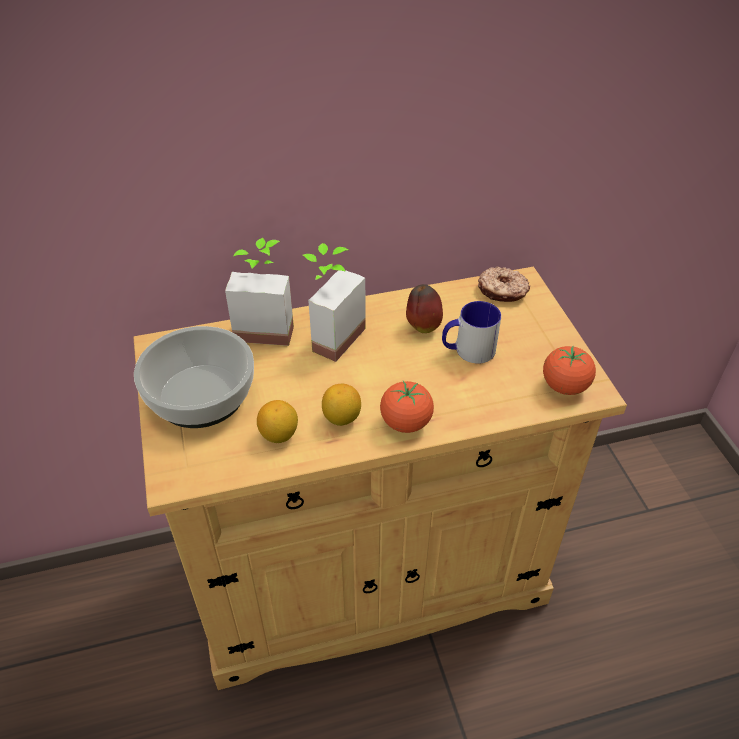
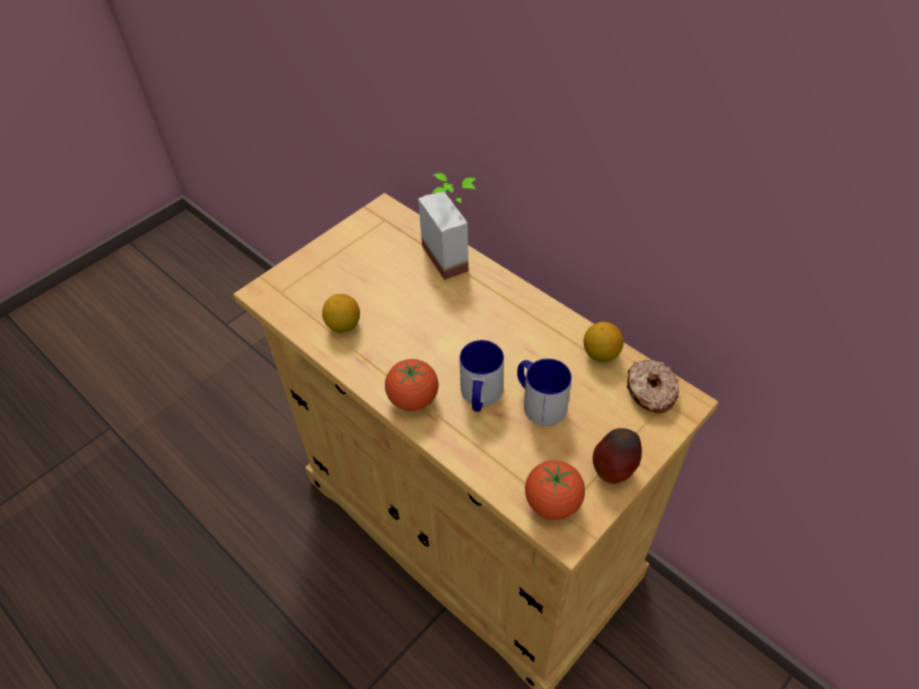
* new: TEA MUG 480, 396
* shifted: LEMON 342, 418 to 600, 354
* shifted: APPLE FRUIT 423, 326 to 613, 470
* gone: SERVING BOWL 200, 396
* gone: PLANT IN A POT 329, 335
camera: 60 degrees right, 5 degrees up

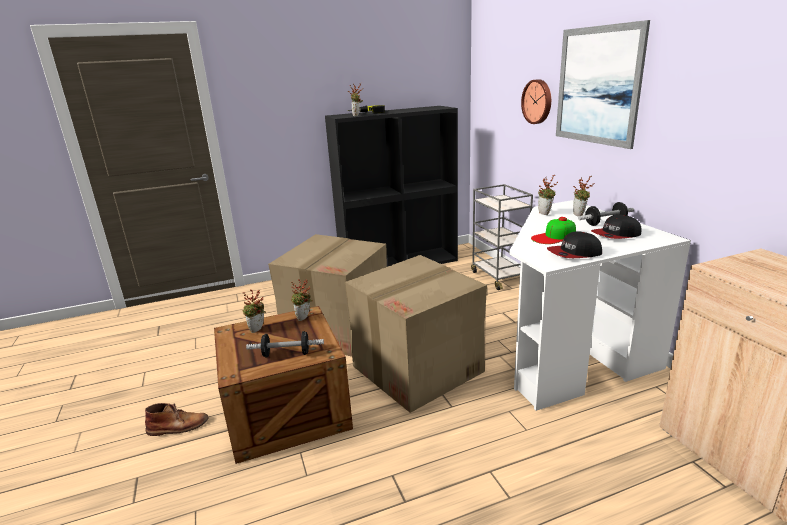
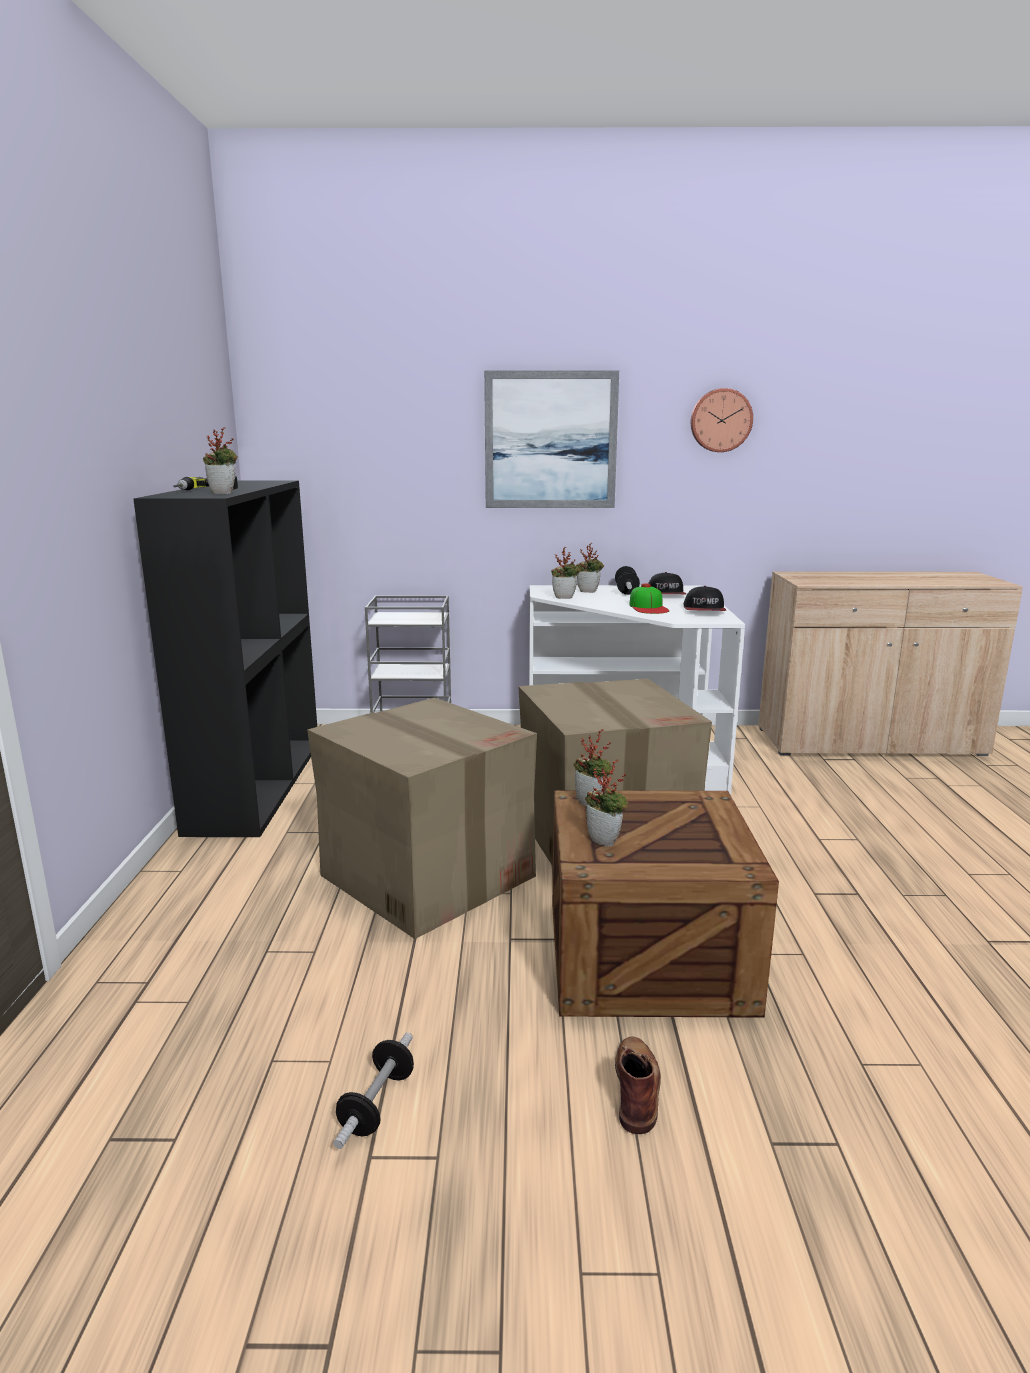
* shifted: HAND WEIGHT 286, 354 to 377, 1104
* shifted: HANGING CLOCK 538, 101 to 720, 420
camera: 70 degrees left, 5 degrees down

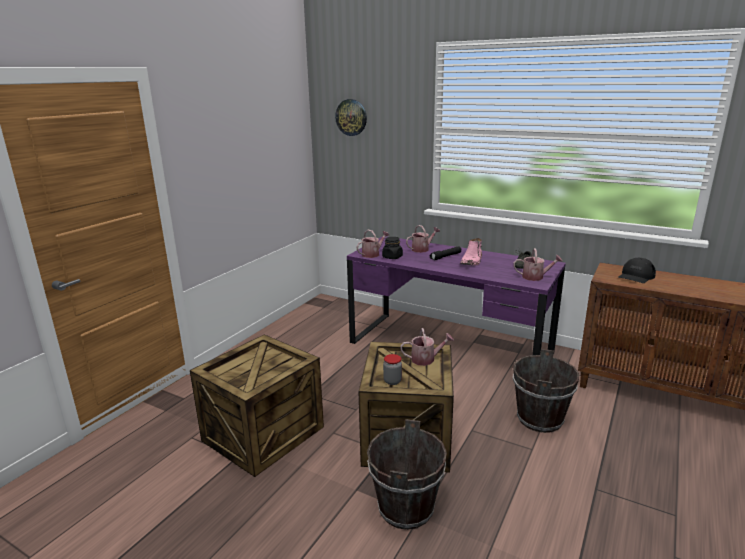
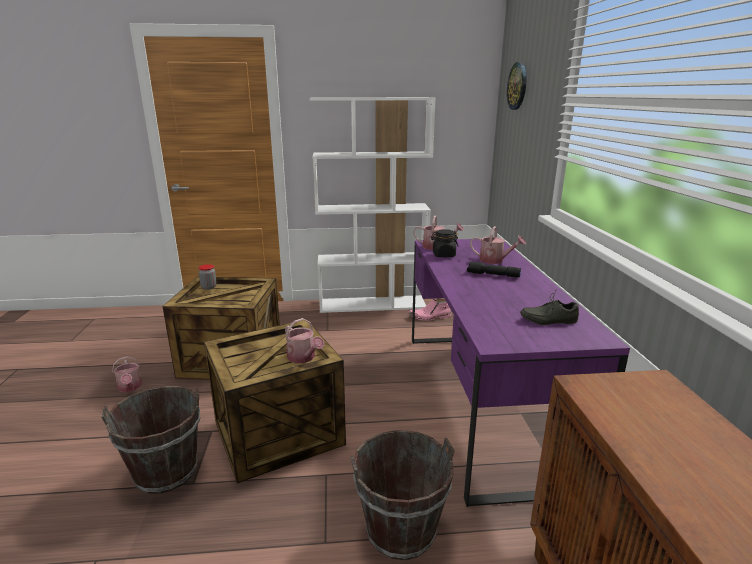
* shifted: SPRINKLING CAN 535, 277 to 130, 387
* shifted: STORAGE JAR 392, 381 to 209, 287
* new: WHITE-COLOURED BOOKSHELF 373, 304
* shifted: PINKISH BOOT 472, 261 to 429, 317
* gone: BLACK BASEBALL CAP 636, 276
camera: 55 degrees right, 0 degrees up

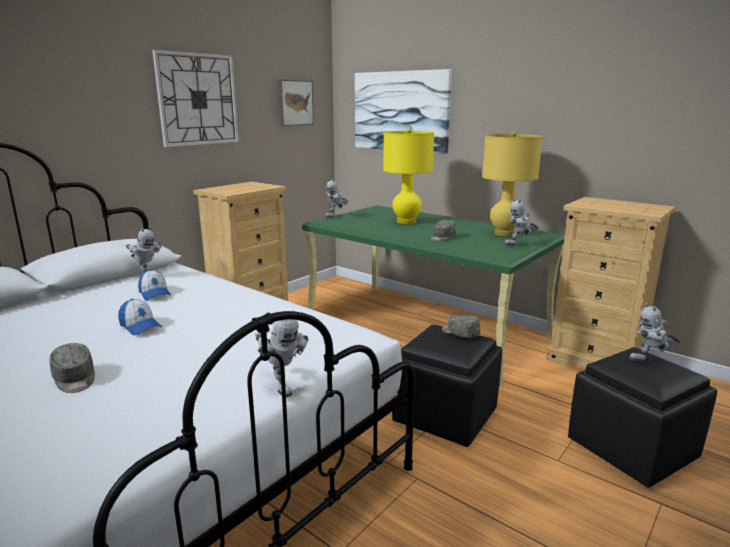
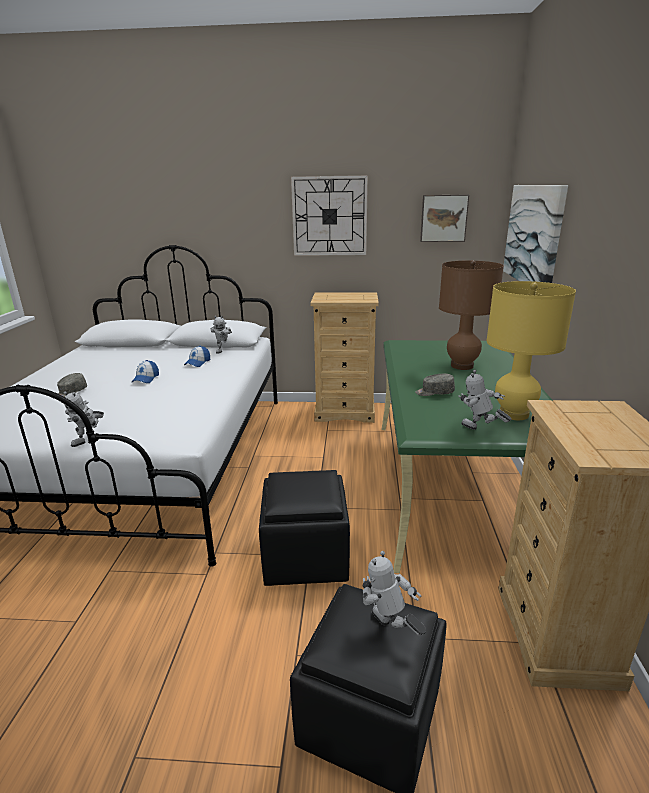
* repainted: YELLOW-COLOURED TABLETOP LAMP 406, 222 to BROWN TABLETOP LAMP 461, 366
* gone: ROBOT FIGURE 336, 216
* gone: GRAY BASEBALL CAP 460, 333
camera: 55 degrees right, 5 degrees up

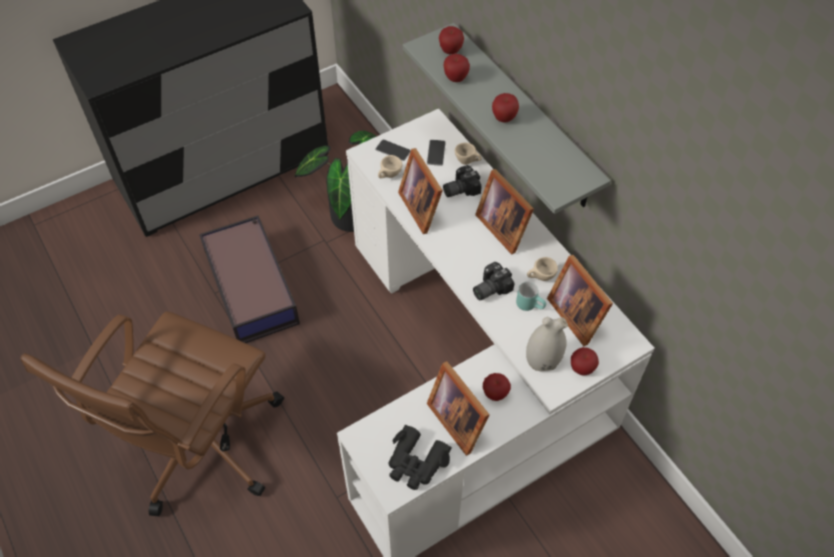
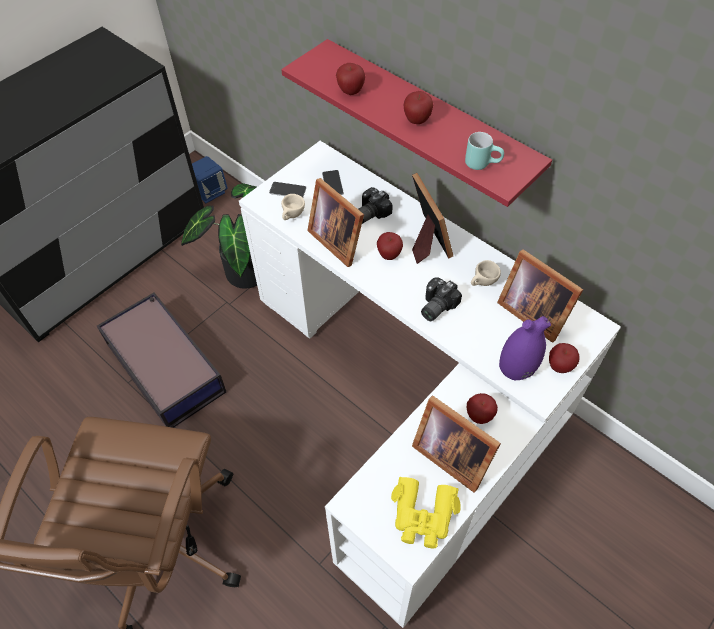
* new: BLUE LOUDSPEAKER 210, 192
* repainted: GRAY SHELF 523, 117 to RED-COLOURED SHELF 428, 120
* shifted: APPLE FRUIT 450, 51 to 389, 255
* repainted: BLACK PAIR OF BINOCULARS 416, 462 to YELLOW-COLOURED PAIR OF BINOCULARS 423, 516
* rotated: STANDING FRAME 503, 226 = 426, 241 150 degrees counterclockwise
* shifted: TURQUOISE TEA MUG 530, 305 to 482, 163
* repainted: WHITE-COLOURED VASE 543, 360 to PURPLE VASE 517, 367
* gone: BEIGE SMALL CUP 467, 161
camera: 15 degrees left, 0 degrees up

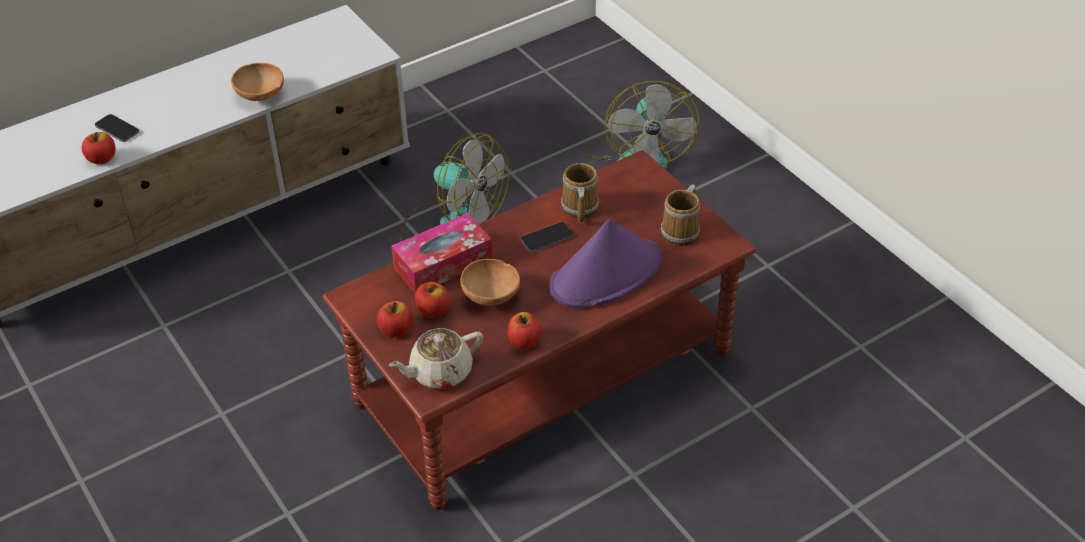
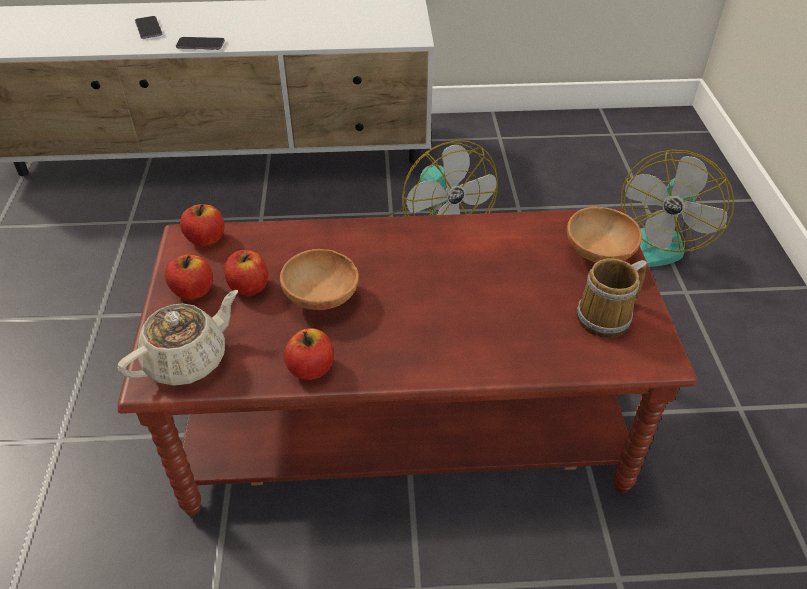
* rotated: BEIGE POT FOR TEA 439, 372 = 188, 360 135 degrees clockwise
* shifted: TELEPHONE 547, 238 to 200, 45
* shifted: APPLE FRUIT 102, 159 to 205, 239
* shifted: BROWN SERVING BOWL 260, 96 to 598, 255
* gone: BOX OF TISSUES 443, 264
* gone: PURPLE CLOTHING HAT 606, 274
* gone: TEA MUG 578, 208
camera: 30 degrees right, 0 degrees up

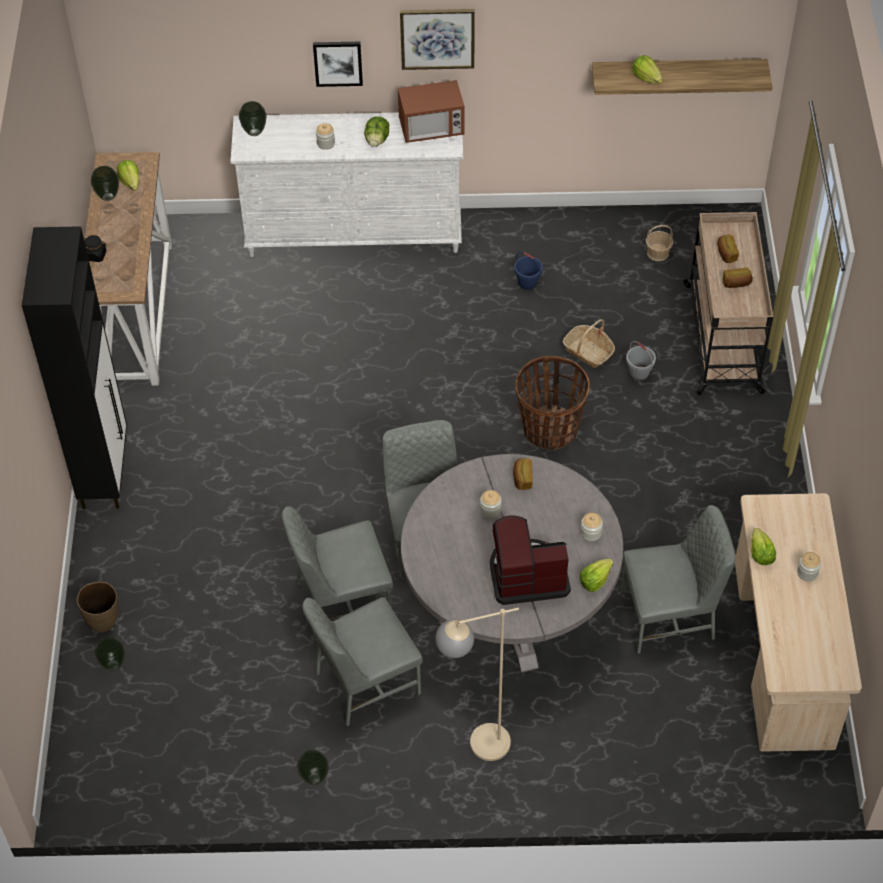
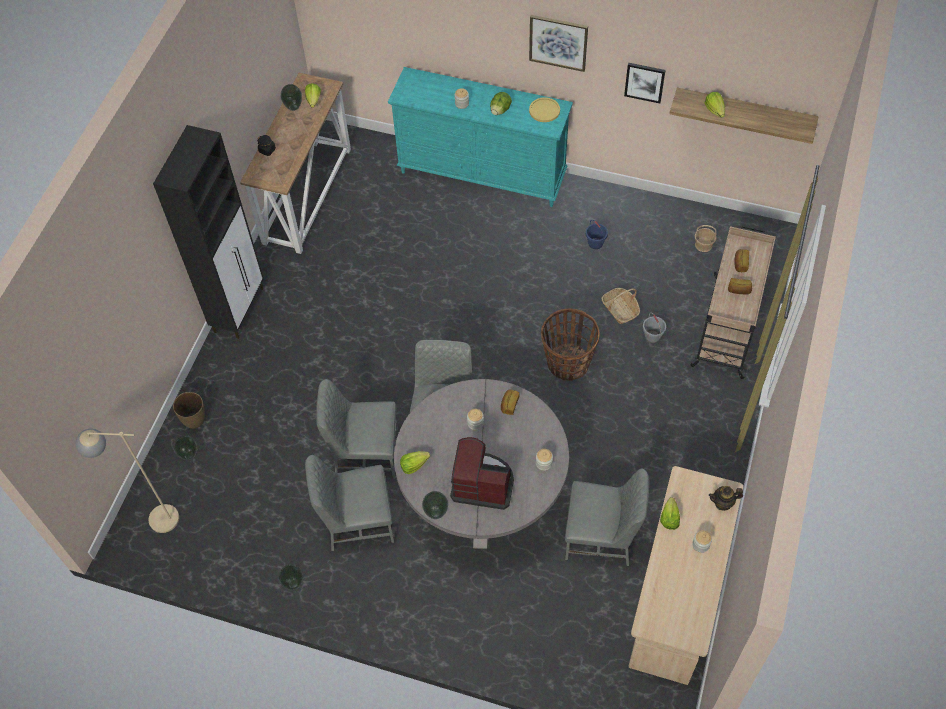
* shifted: BEIGE STANDING LAMP 475, 746 to 153, 518
* repainted: WHITE-COLOURED CHEST OF DRAWERS 354, 234 to TURQUOISE CHEST OF DRAWERS 482, 174
* shifted: HEAD OF LETTUCE 595, 580 to 414, 465
* shifted: VASE 254, 132 to 435, 513
* swapped: MICROWAVE OVEN 431, 128 to YELLOW-COLOURED DINNER PLATE 544, 110
* shifted: WALL PICTURE 338, 63 to 644, 82
* new: POT FOR TEA 723, 503
camera: 20 degrees right, 5 degrees up

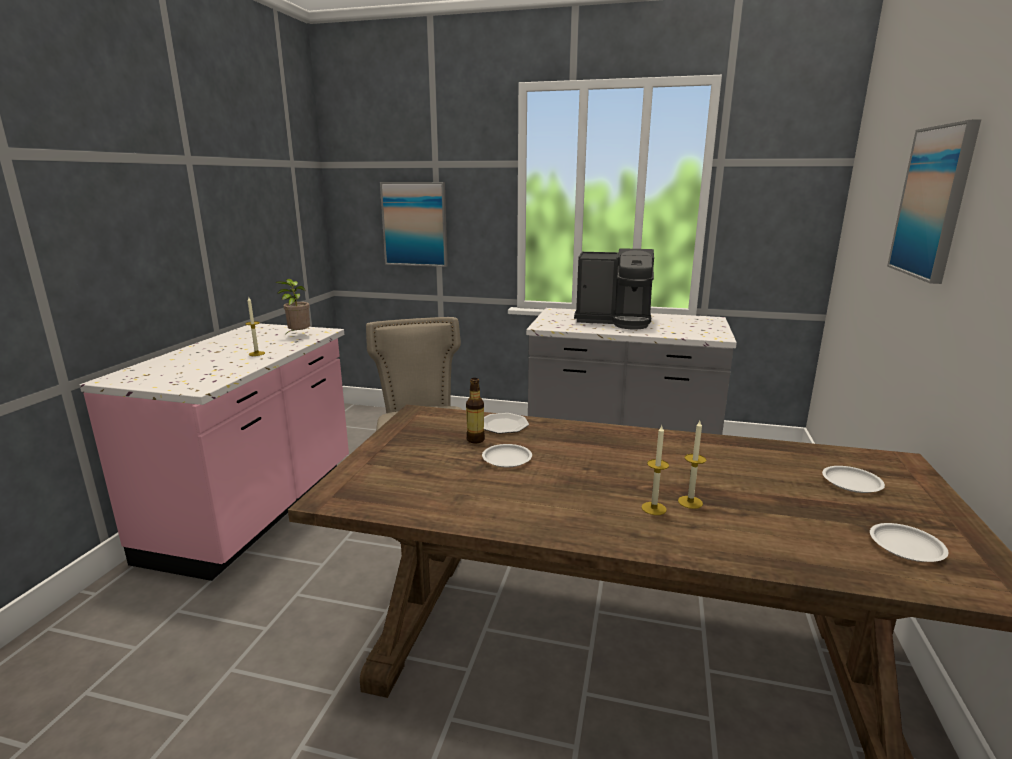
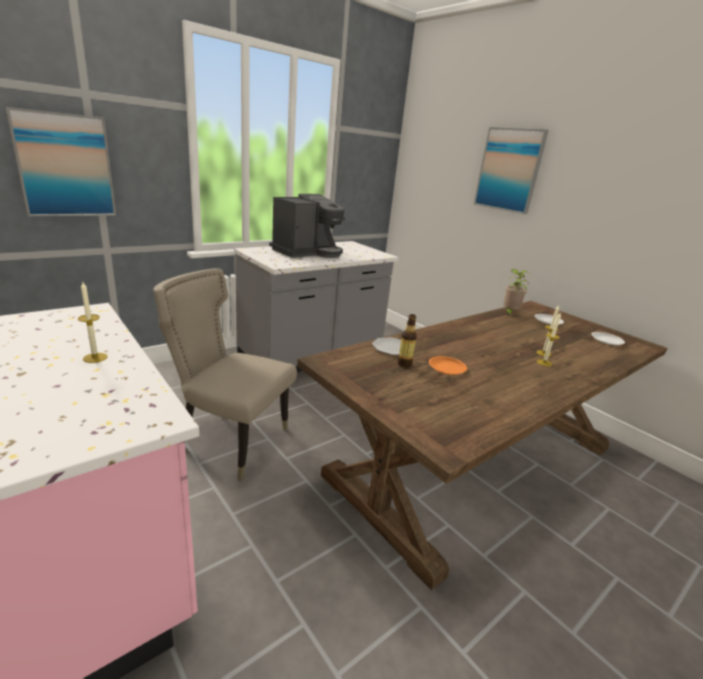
* repainted: WHITE-COLOURED DINNER PLATE 507, 459 to ORANGE-COLOURED DINNER PLATE 447, 368
* shifted: PLANT IN A POT 298, 336 to 509, 313
camera: 55 degrees left, 5 degrees up

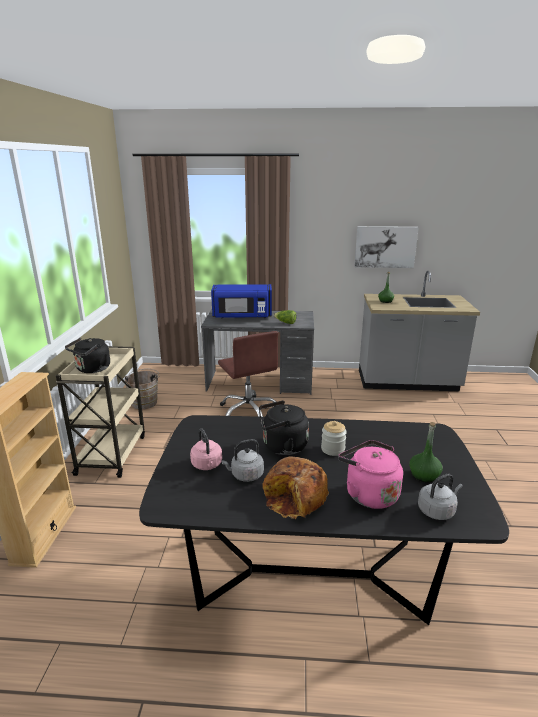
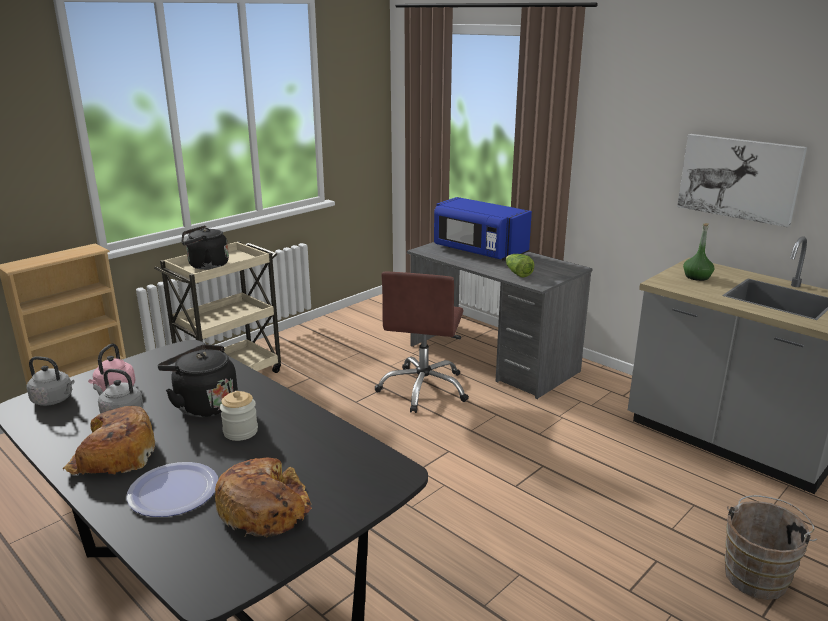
* shifted: GRAY WATER KETTLE 437, 510 to 54, 400
* swapped: PINKISH WATER KETTLE 368, 493 to DINNER PLATE 174, 491
* swapped: GREEN BEVERAGE BOTTLE 424, 475 to BAKERY BREAD 265, 508
* shifted: BROWN BUCKET 145, 402 to 757, 575
camera: 40 degrees right, 0 degrees up

